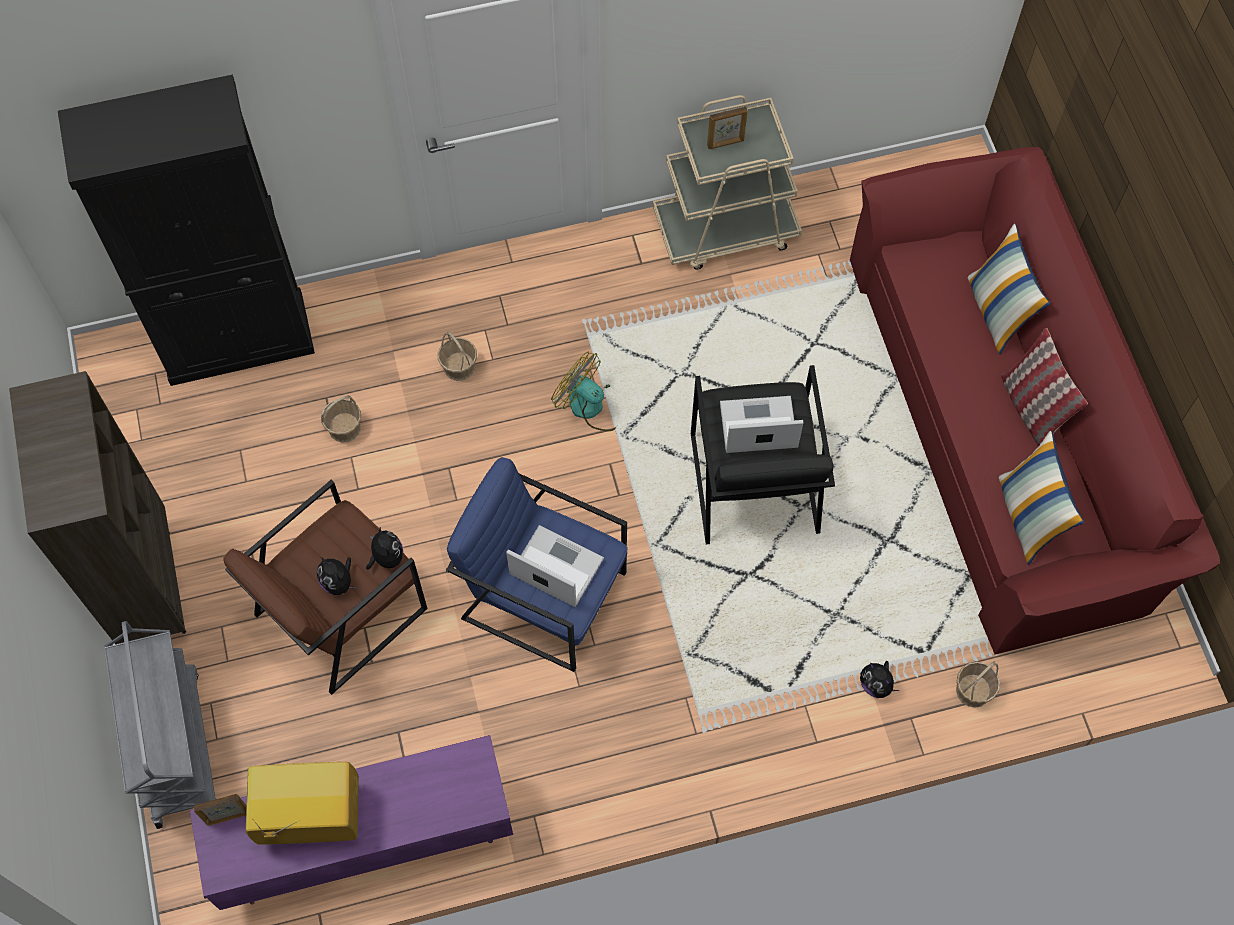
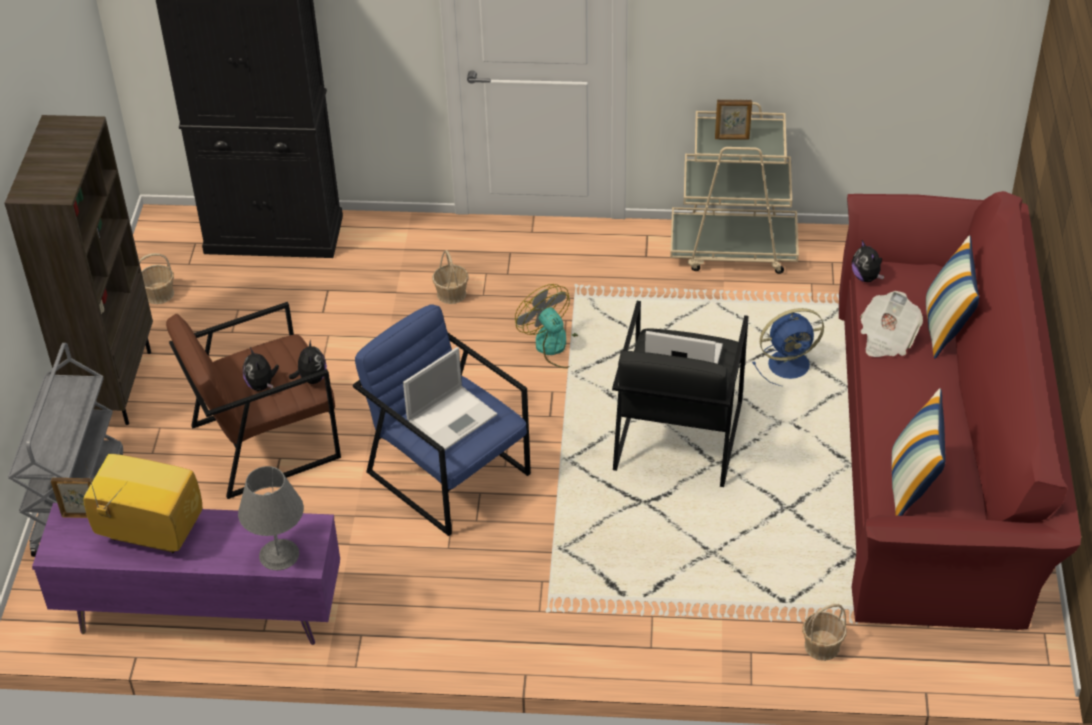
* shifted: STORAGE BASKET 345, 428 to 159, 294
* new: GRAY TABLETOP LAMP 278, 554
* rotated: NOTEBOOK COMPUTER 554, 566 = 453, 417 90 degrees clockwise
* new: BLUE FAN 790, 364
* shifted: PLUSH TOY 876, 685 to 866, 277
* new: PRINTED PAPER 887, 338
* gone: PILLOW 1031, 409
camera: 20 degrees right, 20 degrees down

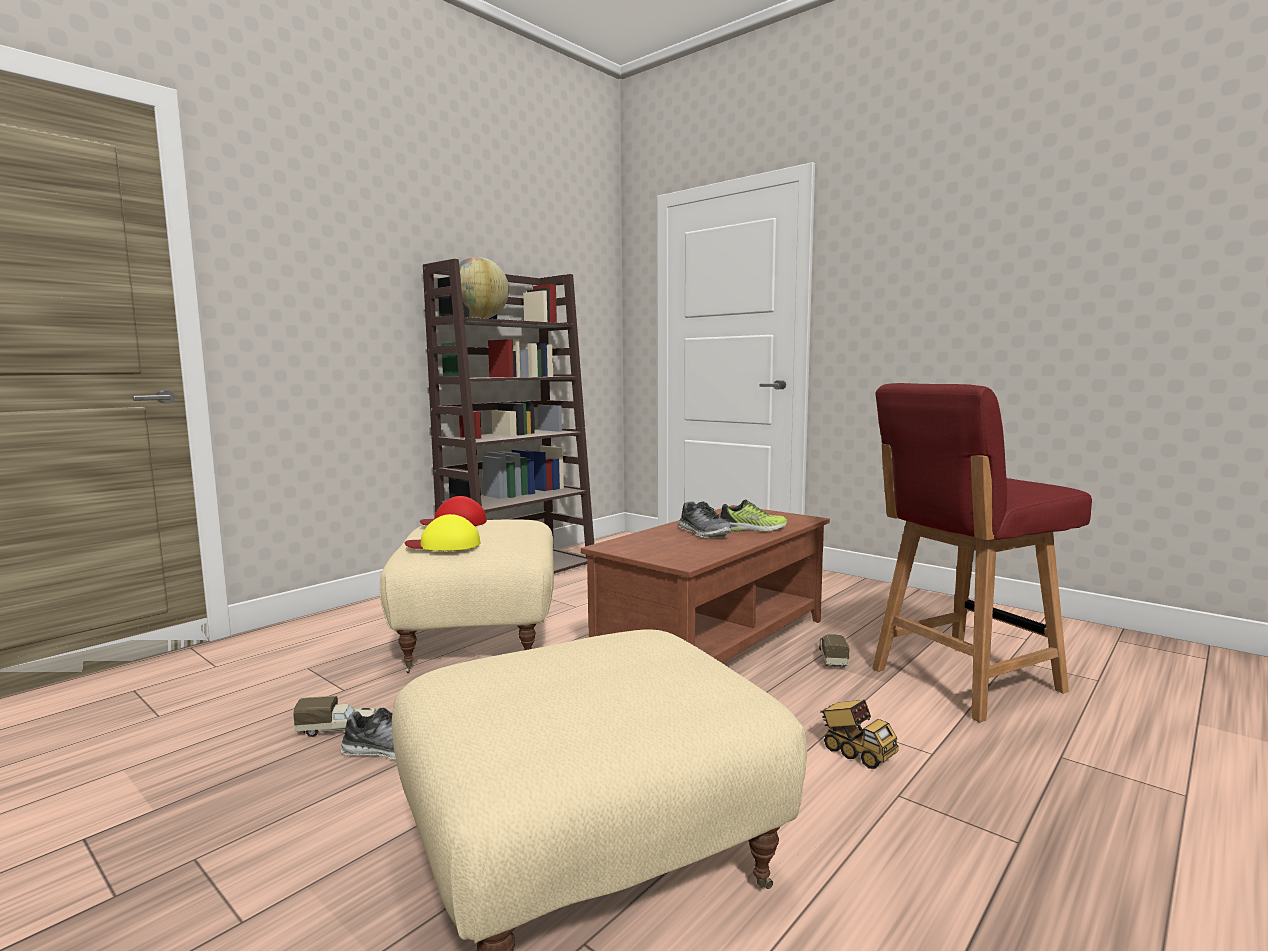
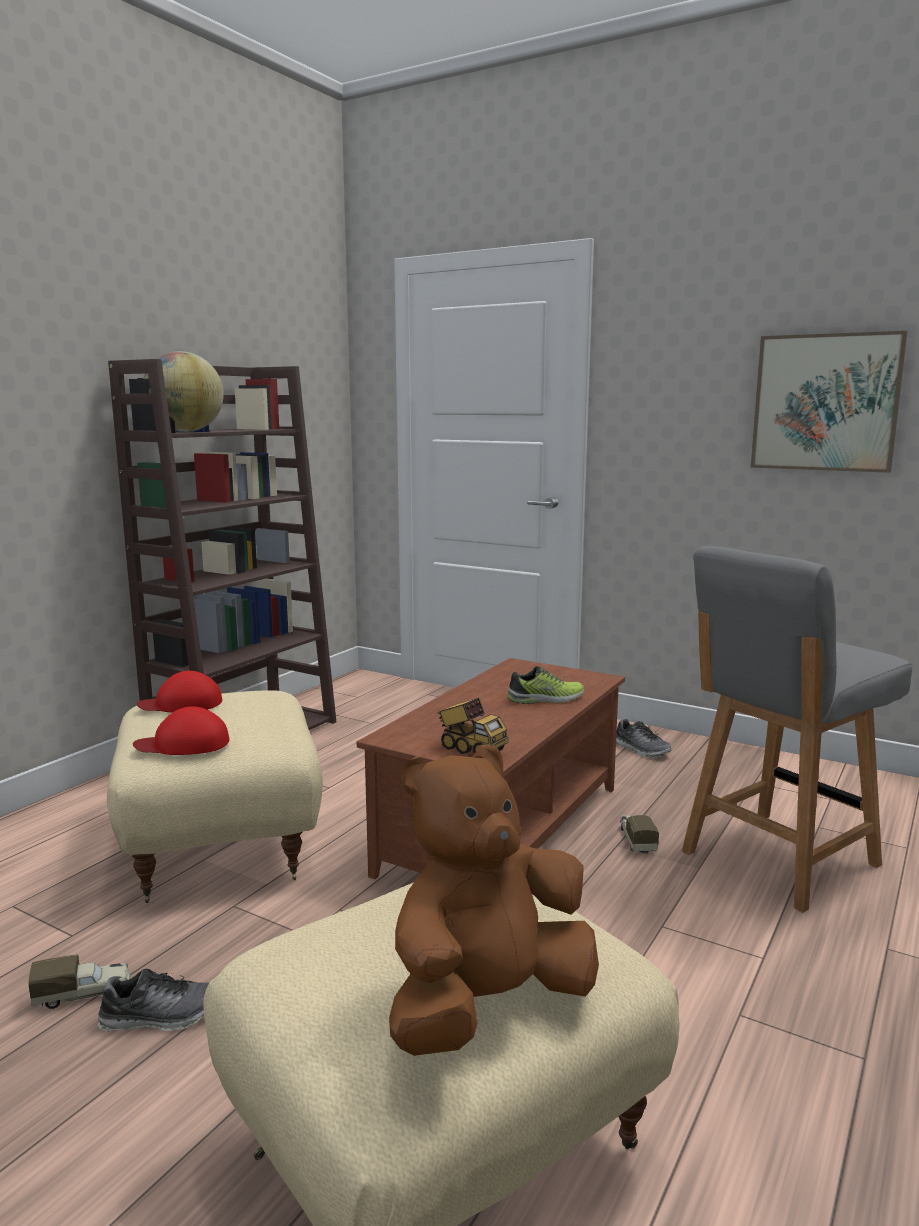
* repainted: YELLOW-COLOURED BASEBALL CAP 444, 545 to RED-COLOURED BASEBALL CAP 183, 744
* new: BROWN PLUSH TOY 487, 1005
* shifted: TOY LORRY 856, 753 to 471, 749
* shifted: ITEM OF FOOTWEAR 704, 533 to 641, 750
* repainted: RED-COLOURED CHAIR 962, 680 to GRAY CHAIR 776, 859
* new: WALL PICTURE 825, 403
camera: 10 degrees left, 5 degrees up

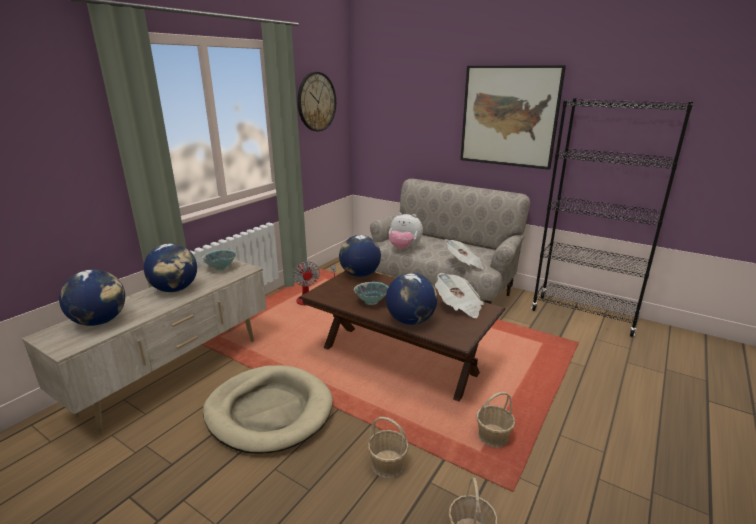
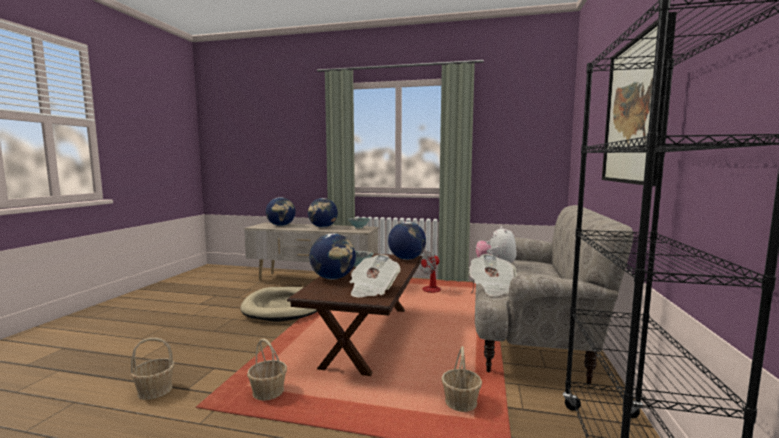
* shifted: STORAGE BASKET 387, 464 to 461, 403
* gone: HANGING CLOCK 316, 102
camera: 70 degrees right, 15 degrees down

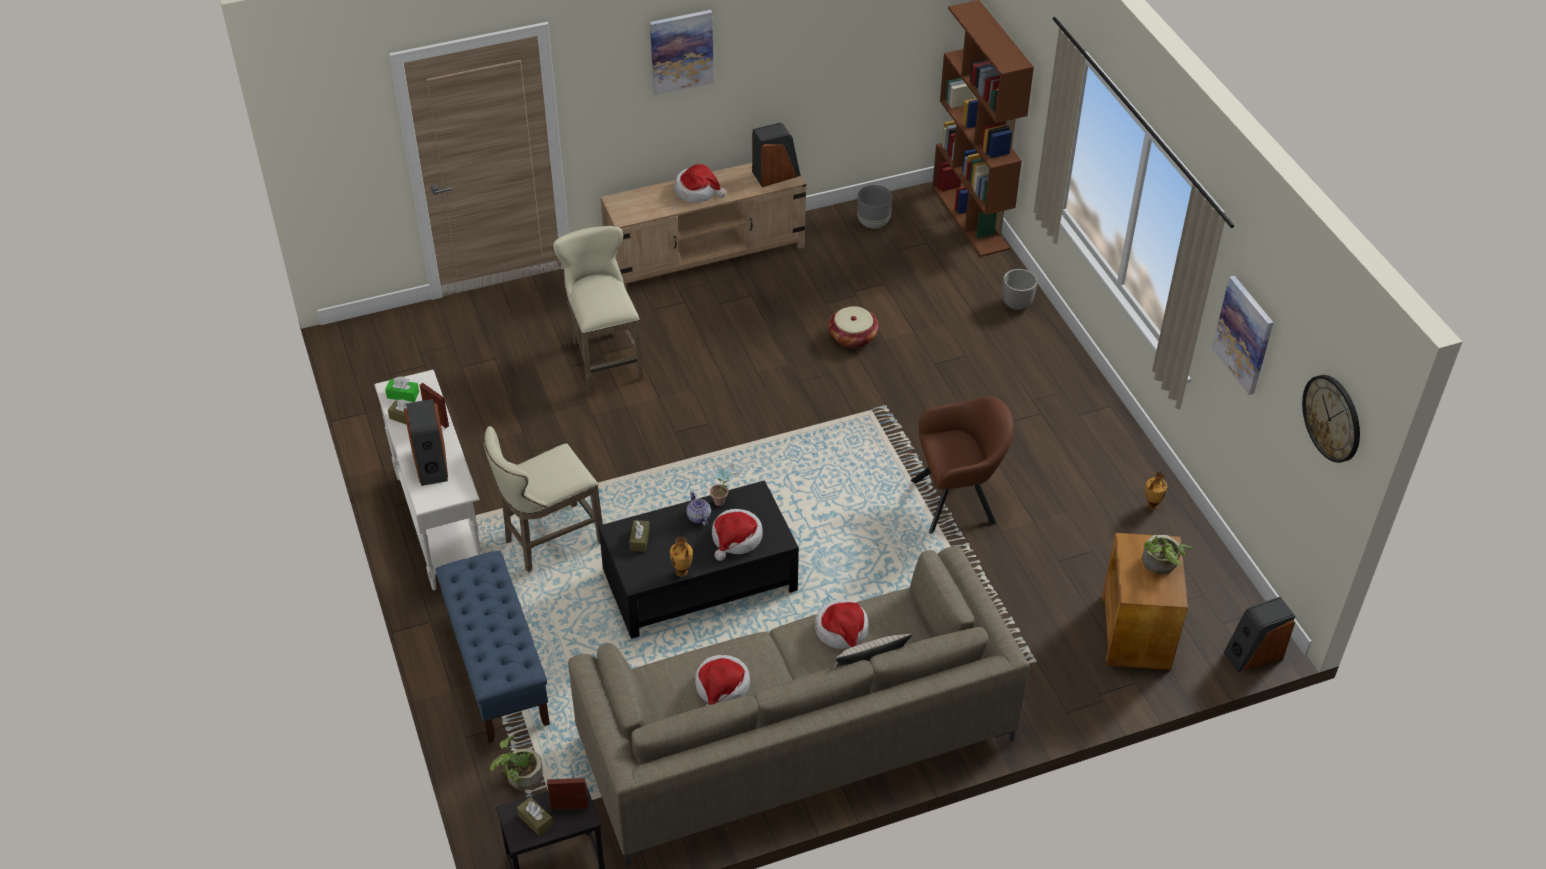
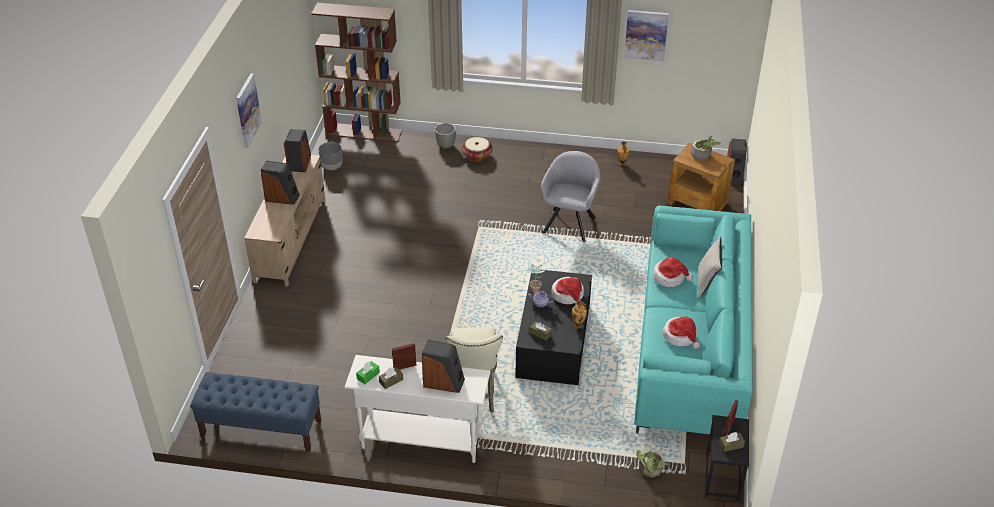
* shifted: BLUE LONG SEAT 497, 668 to 261, 429
* swapped: CLOTHING HAT 697, 191 to LOUDSPEAKER 282, 197
* shifted: STORAGE BASKET 852, 337 to 477, 155
* repainted: BROWN EASY CHAIR 958, 501 to GRAY EASY CHAIR 570, 223
* repainted: BEIGE COUCH 795, 738 to TURQUOISE COUCH 691, 346
* gone: BEIGE STOOL SEAT 604, 358
* gone: HANGING CLOCK 1332, 418
camera: 60 degrees left, 5 degrees down

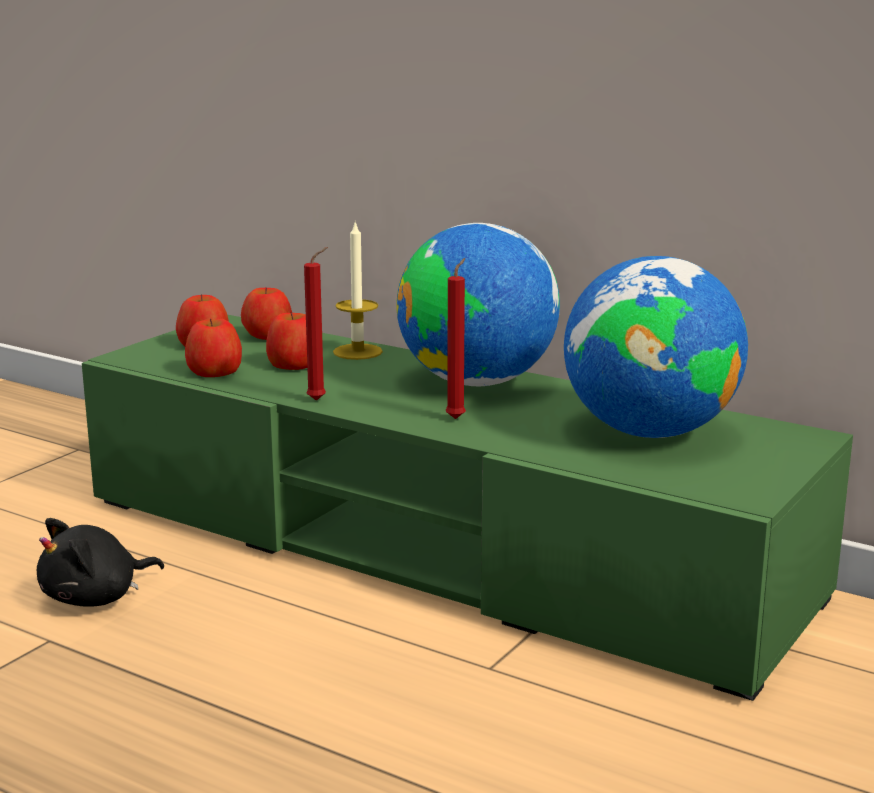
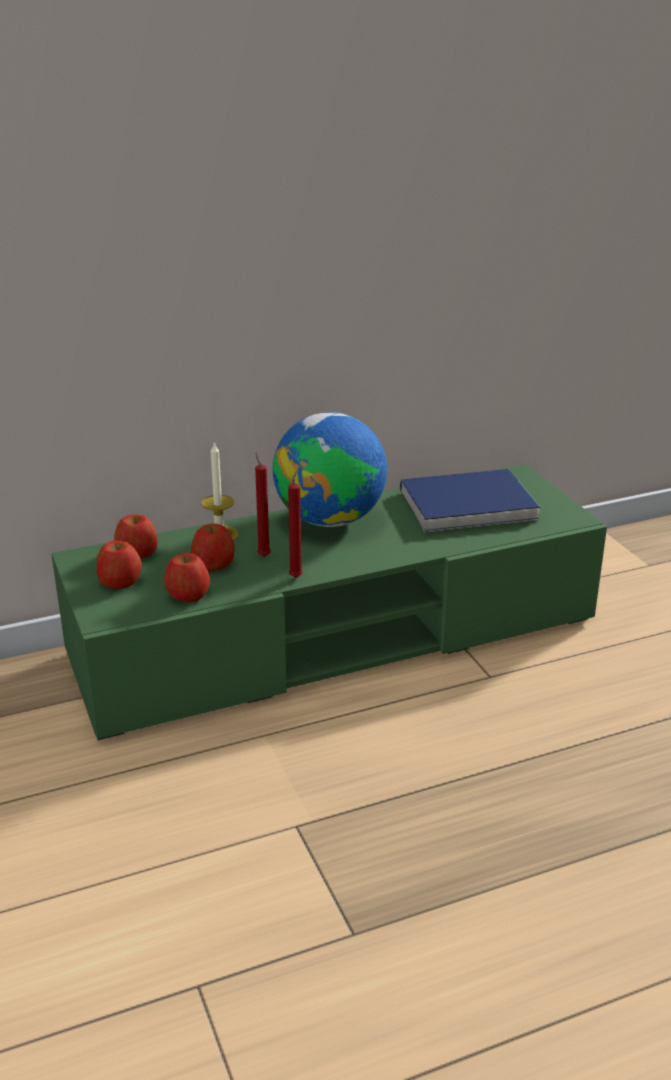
* shifted: RED-COLOURED WAX LIGHT 457, 418 to 263, 555
* swapped: WORLD GLOBE 649, 431 to BLUE VOLUME 467, 506
* gone: BLACK PLUSH TOY 96, 598
camera: 55 degrees left, 10 degrees up

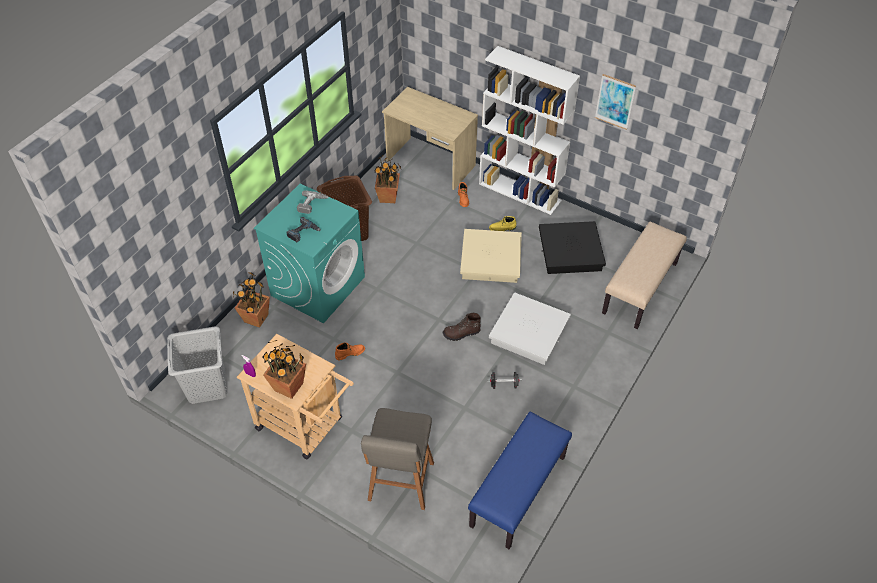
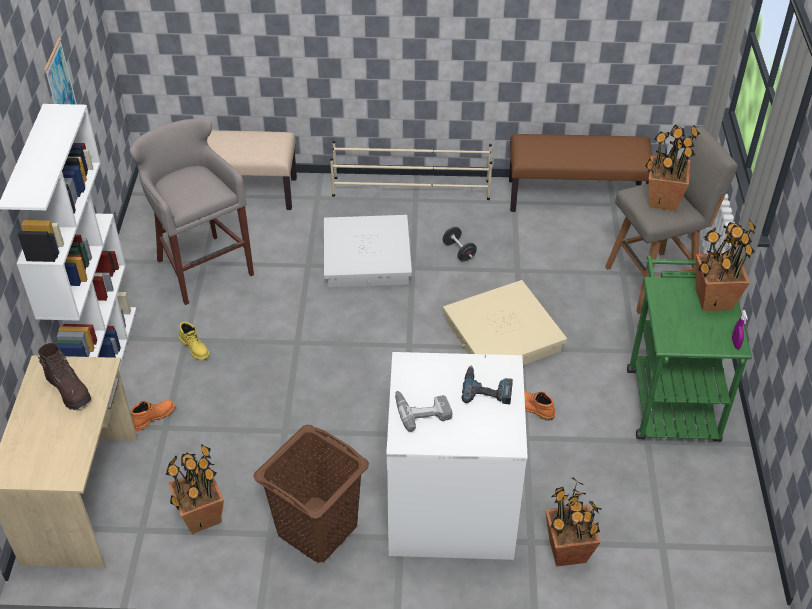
* shifted: BROWN BOOT 461, 334 to 69, 390
* swapped: BLACK STORAGE BOX 570, 252 to GRAY STOOL SEAT 202, 267
* new: BEIGE SHOE RACK 412, 188
* repainted: TURQUOISE LAUNDRY MACHINE 318, 285 to WHITE-COLOURED LAUNDRY MACHINE 450, 508
* shifted: BEIGE STORAGE BOX 491, 260 to 502, 335
* repainted: BLUE LONG SEAT 518, 492 to BROWN LONG SEAT 576, 196
* repainted: BEIGE WHEELED CART 305, 427 to GREEN WHEELED CART 670, 396
* new: PLANT IN A POT 662, 200
* gone: GRAY LAUNDRY BASKET 207, 386
camera: 120 degrees left, 5 degrees down

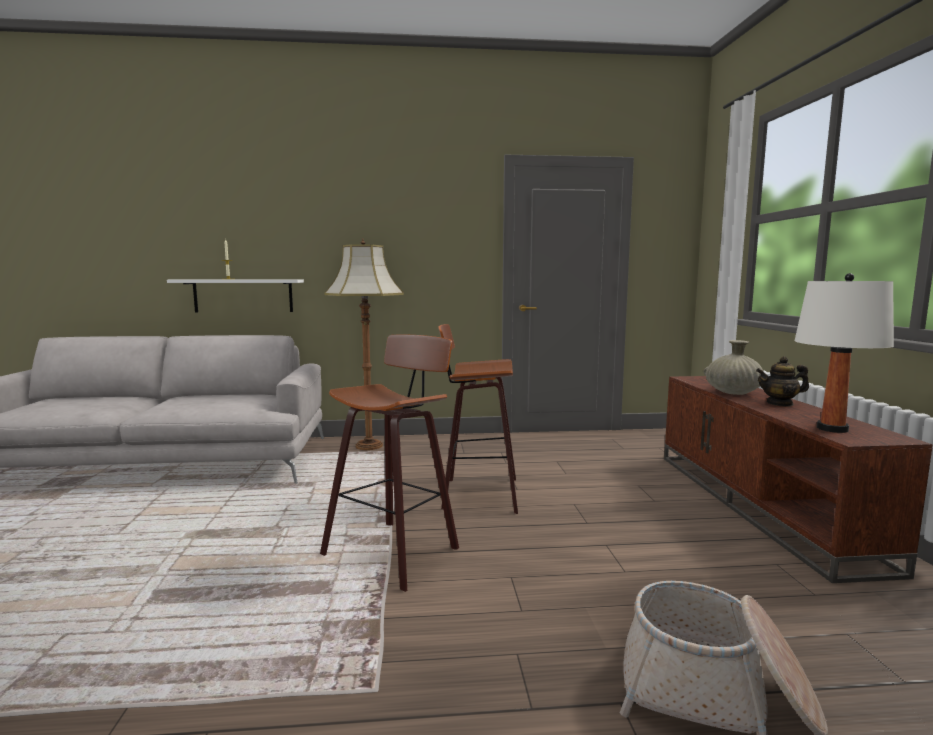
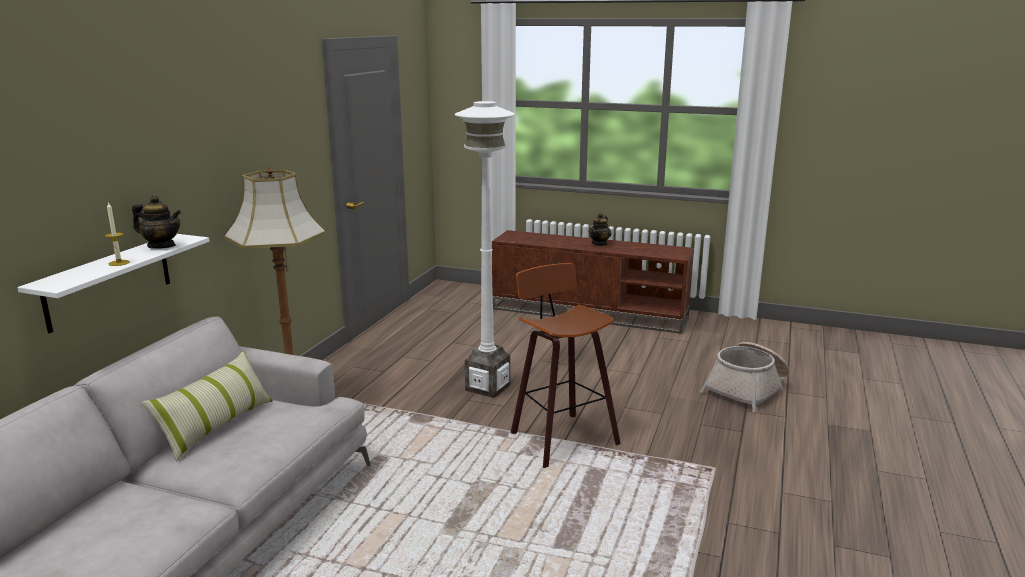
* new: POT FOR TEA 161, 246
* new: PILLOW 216, 426
* swapped: STOOL SEAT 477, 494 to WHITE-COLOURED STANDING LAMP 487, 387
* gone: BEIGE VASE 733, 393
* gone: WHITE-COLOURED TABLETOP LAMP 832, 429
camera: 65 degrees left, 10 degrees up

